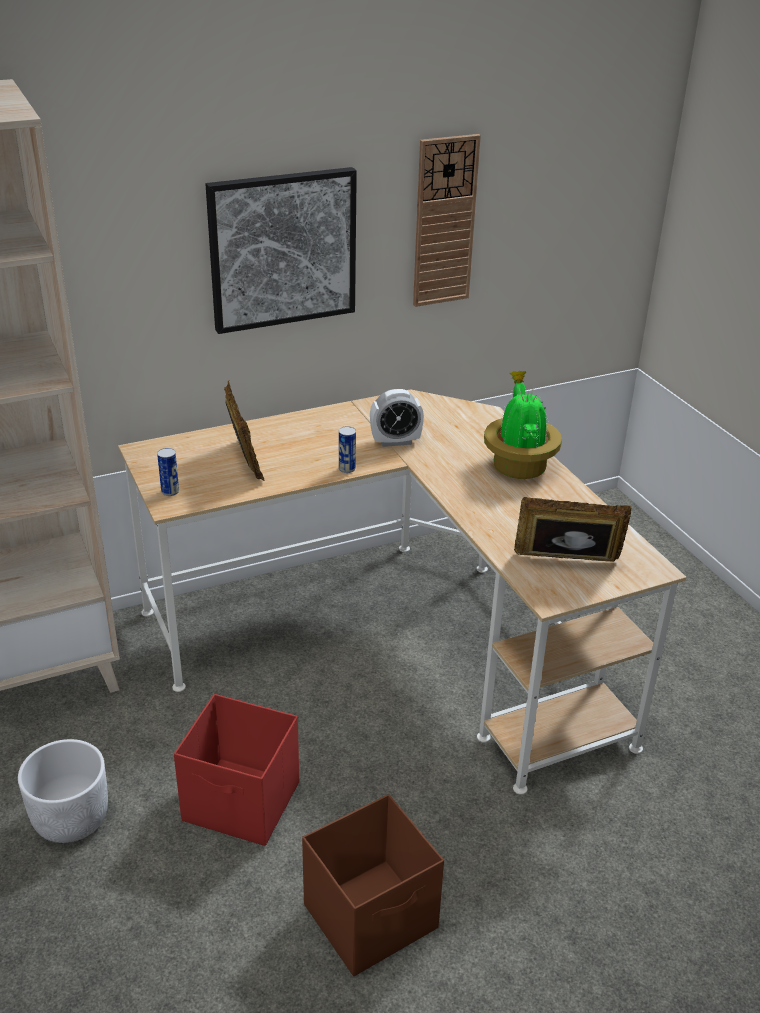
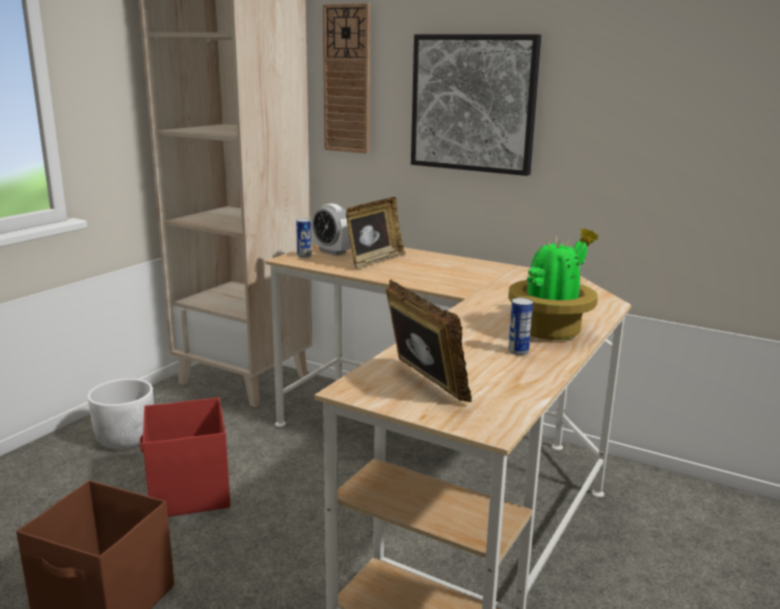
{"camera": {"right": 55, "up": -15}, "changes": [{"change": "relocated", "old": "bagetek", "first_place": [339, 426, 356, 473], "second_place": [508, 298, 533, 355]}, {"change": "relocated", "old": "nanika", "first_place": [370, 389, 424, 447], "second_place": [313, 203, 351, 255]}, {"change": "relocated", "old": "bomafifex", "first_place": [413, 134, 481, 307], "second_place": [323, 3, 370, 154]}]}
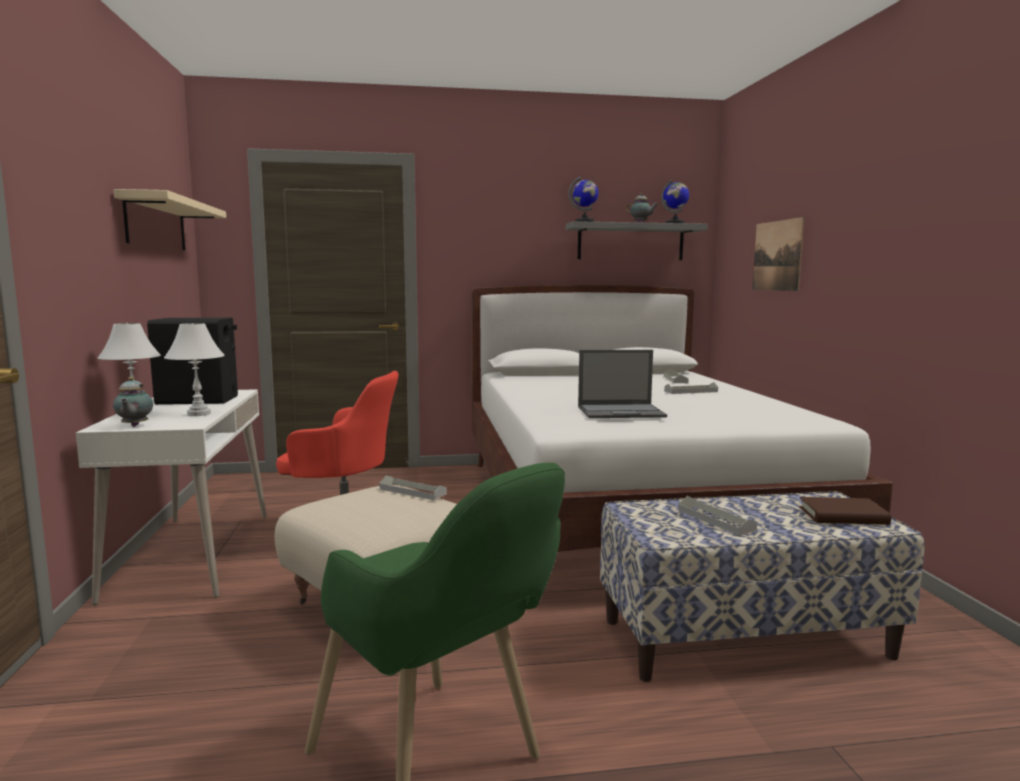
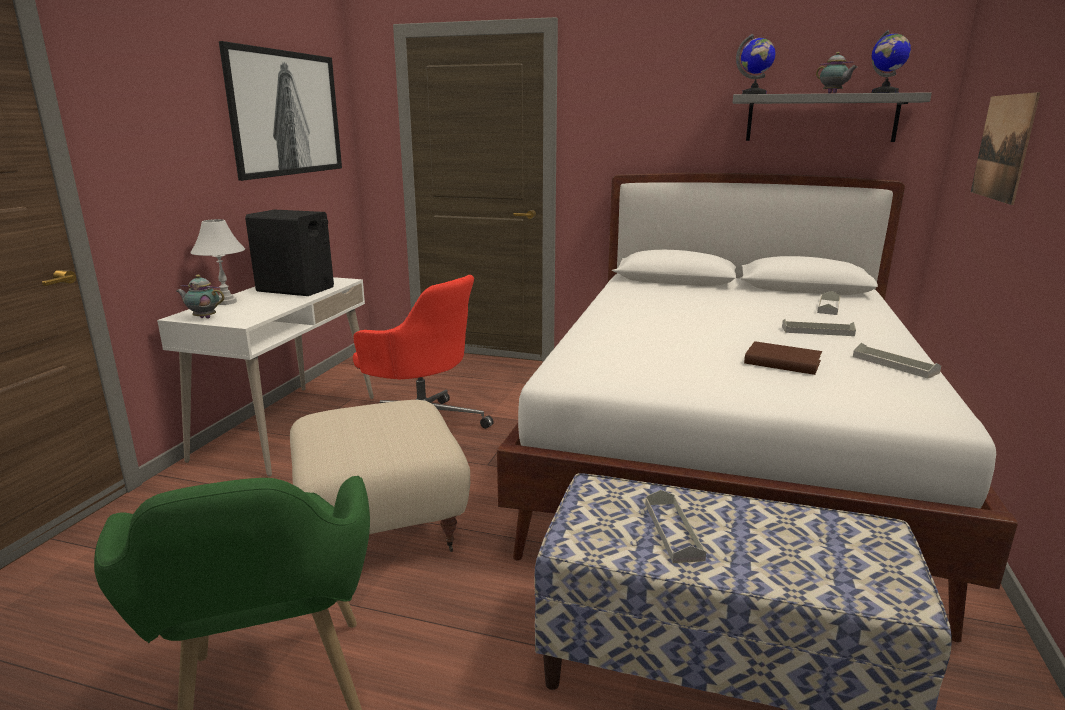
{"camera": {"right": 25, "up": 10}, "changes": [{"change": "missing", "old": "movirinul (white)", "first_place": [164, 323, 225, 416]}, {"change": "missing", "old": "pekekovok", "first_place": [578, 350, 667, 418]}, {"change": "relocated", "old": "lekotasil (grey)", "first_place": [380, 475, 447, 500], "second_place": [853, 343, 941, 379]}, {"change": "relocated", "old": "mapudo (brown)", "first_place": [799, 497, 891, 525], "second_place": [744, 341, 822, 375]}, {"change": "exchanged", "old": "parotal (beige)", "new": "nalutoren", "first_place": [114, 189, 226, 250], "second_place": [219, 41, 342, 181]}, {"change": "spun", "old": "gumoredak", "first_place": [113, 377, 153, 427], "second_place": [176, 275, 224, 319], "degrees": 90}]}
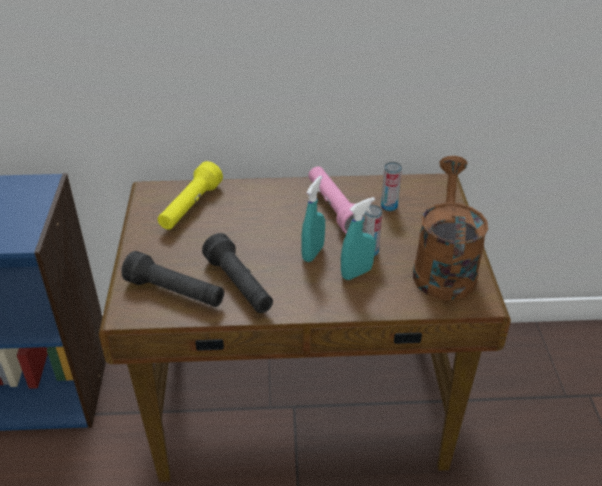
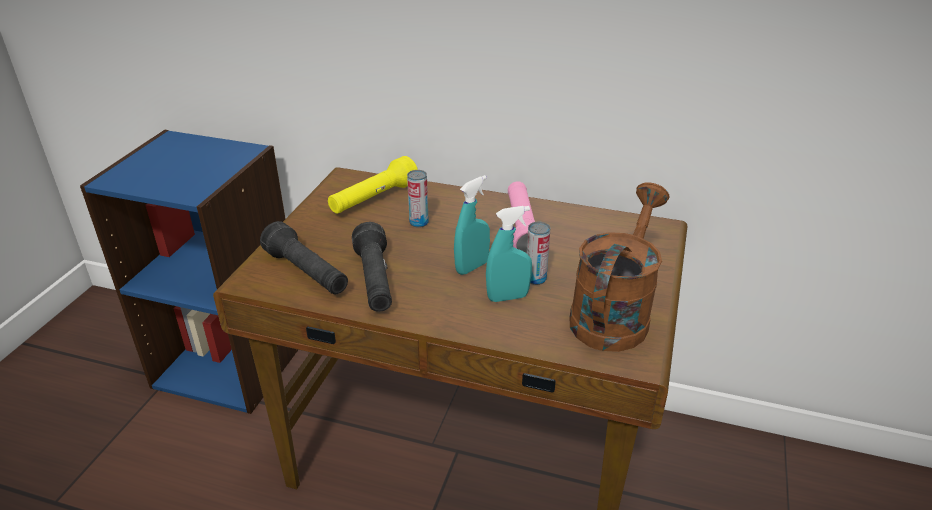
{"camera": {"right": 20, "up": -5}, "changes": [{"change": "relocated", "old": "bagetek", "first_place": [381, 162, 402, 211], "second_place": [407, 170, 429, 228]}]}
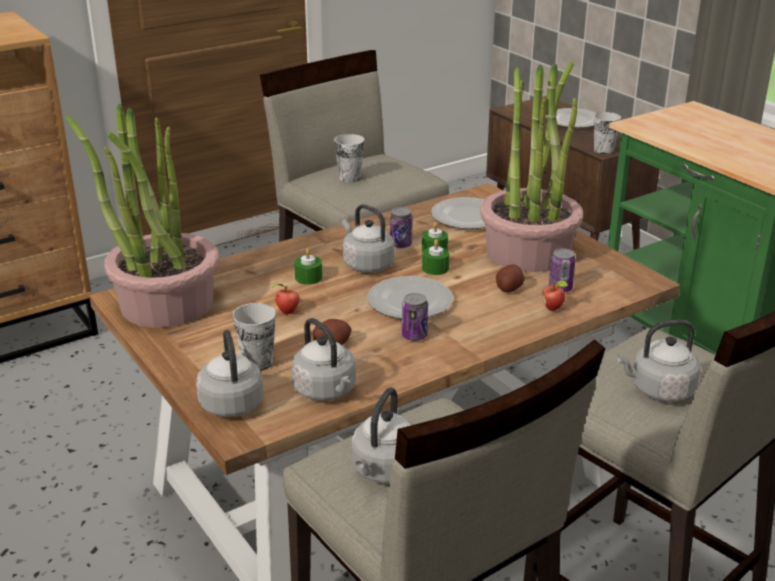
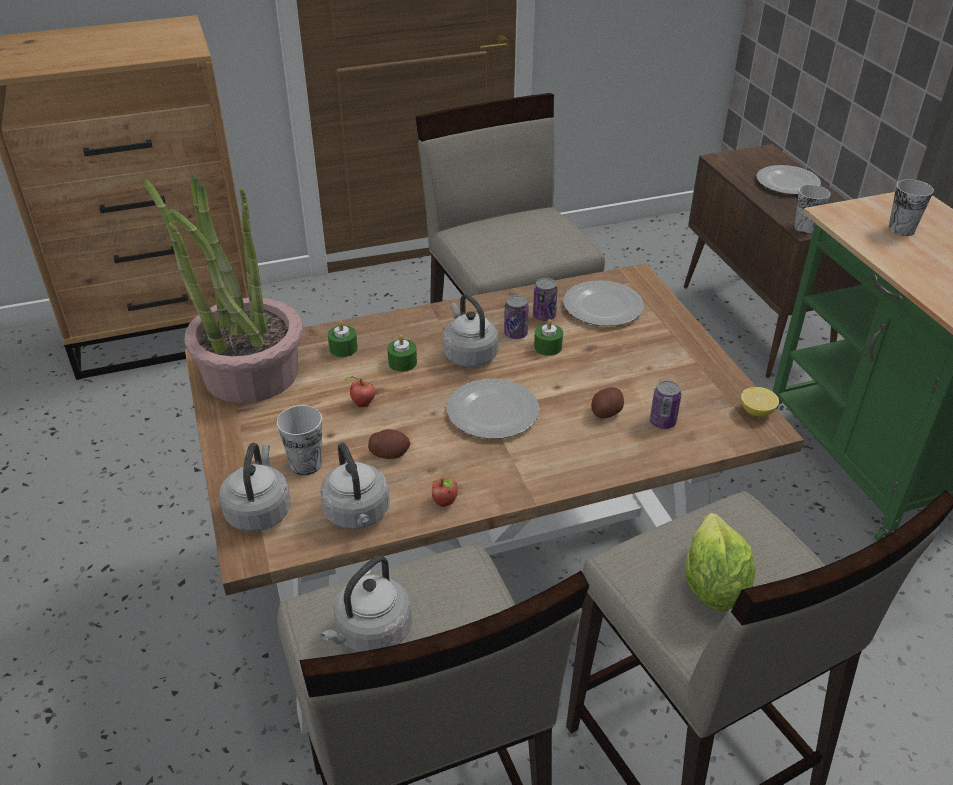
{"camera": {"right": 15, "up": 10}, "changes": [{"change": "missing", "old": "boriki", "first_place": [480, 62, 583, 272]}, {"change": "appeared", "new": "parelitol", "second_place": [741, 387, 779, 417]}, {"change": "relocated", "old": "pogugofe", "first_place": [334, 134, 365, 182], "second_place": [888, 179, 934, 236]}, {"change": "relocated", "old": "bagetek", "first_place": [402, 293, 428, 341], "second_place": [533, 278, 558, 321]}, {"change": "relocated", "old": "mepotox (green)", "first_place": [422, 240, 449, 275], "second_place": [328, 321, 358, 357]}, {"change": "relocated", "old": "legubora", "first_place": [542, 280, 568, 311], "second_place": [432, 477, 458, 507]}, {"change": "exchanged", "old": "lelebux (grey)", "new": "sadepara", "first_place": [617, 320, 700, 402], "second_place": [685, 513, 756, 611]}]}
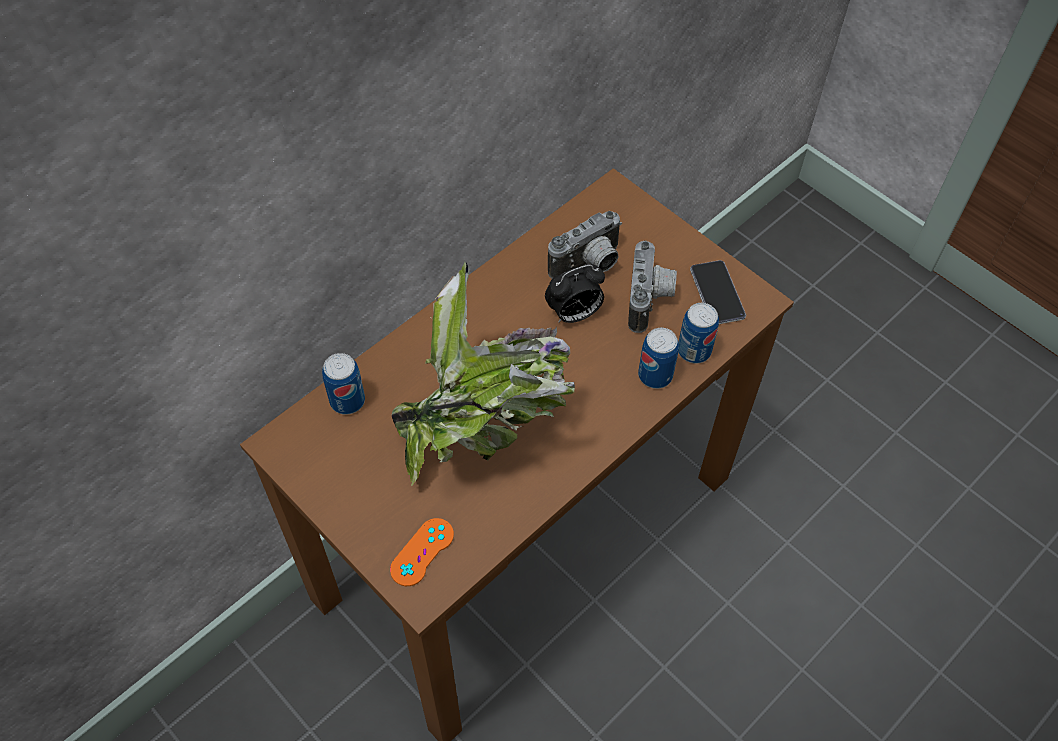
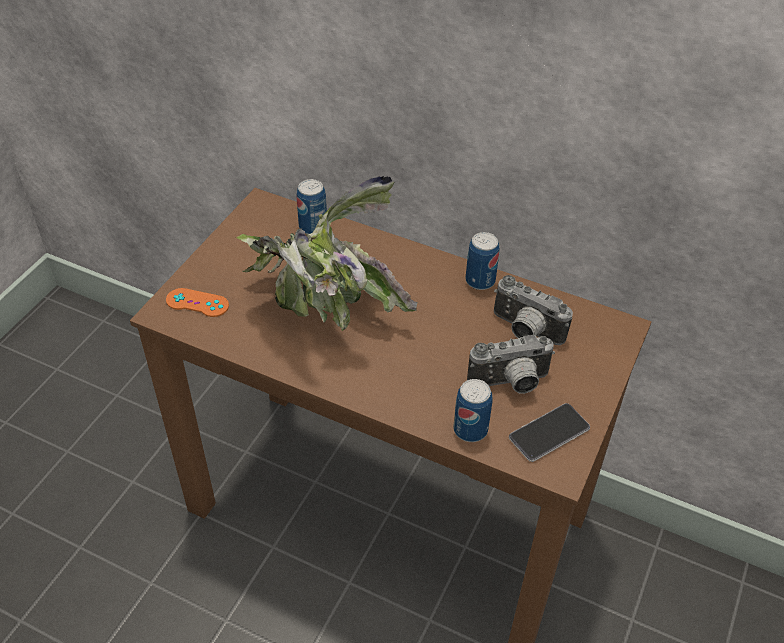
{"camera": {"right": 70, "up": -10}, "changes": [{"change": "missing", "old": "nanika", "first_place": [545, 264, 605, 323]}, {"change": "relocated", "old": "bagetek", "first_place": [638, 328, 679, 389], "second_place": [466, 232, 499, 290]}]}
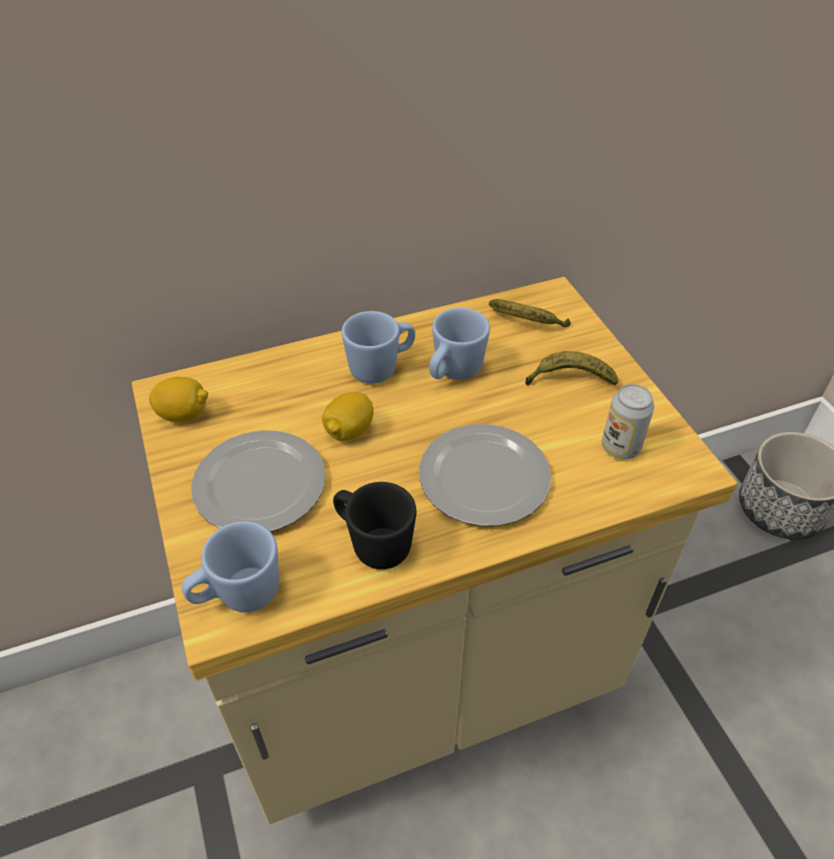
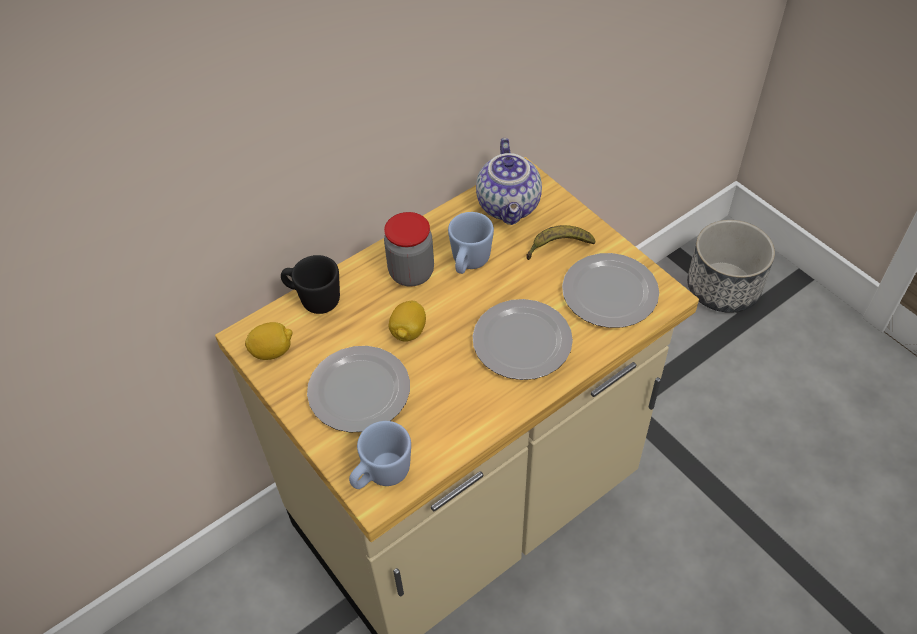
{"camera": {"right": -15, "up": 5}, "changes": [{"change": "relocated", "old": "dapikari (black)", "first_place": [333, 482, 416, 569], "second_place": [281, 255, 340, 314]}, {"change": "exchanged", "old": "dapikari (blue)", "new": "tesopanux", "first_place": [342, 311, 415, 384], "second_place": [384, 212, 434, 287]}, {"change": "exchanged", "old": "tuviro", "new": "gumoredak", "first_place": [489, 299, 571, 327], "second_place": [476, 138, 542, 225]}, {"change": "exchanged", "old": "bagetek", "new": "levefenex", "first_place": [602, 384, 654, 459], "second_place": [562, 253, 659, 328]}]}
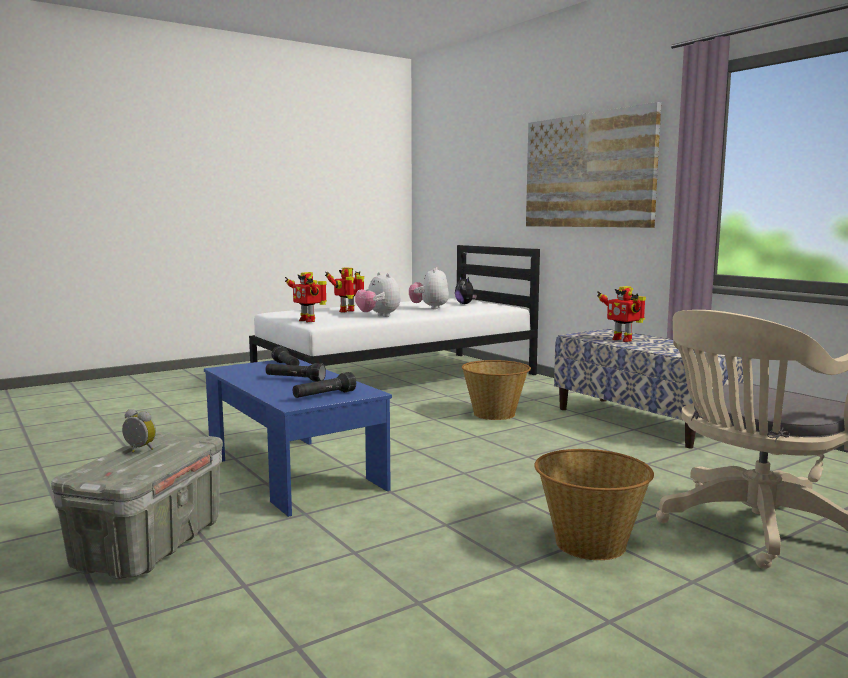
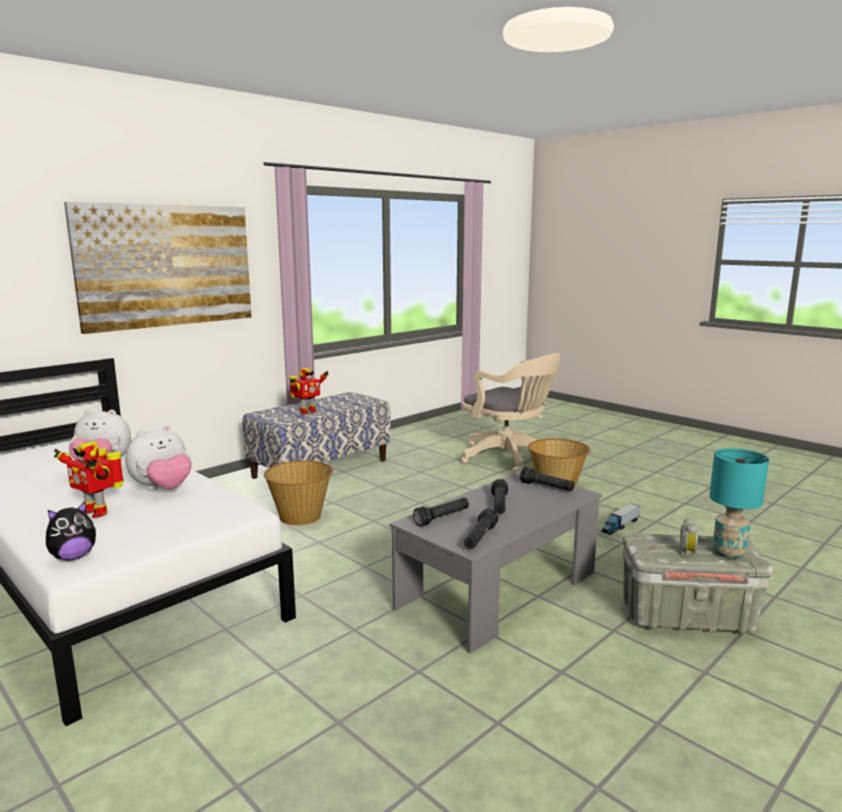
{"camera": {"right": -100, "up": 5}, "changes": [{"change": "missing", "old": "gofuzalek", "first_place": [285, 272, 327, 322]}, {"change": "appeared", "new": "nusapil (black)", "second_place": [464, 509, 498, 549]}, {"change": "appeared", "new": "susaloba", "second_place": [601, 503, 640, 535]}, {"change": "appeared", "new": "movirinul (turquoise)", "second_place": [709, 448, 769, 559]}, {"change": "relocated", "old": "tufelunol", "first_place": [455, 277, 477, 304], "second_place": [46, 502, 96, 561]}, {"change": "colour", "old": "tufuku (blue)", "new": "tufuku (grey)", "first_place": [204, 359, 392, 517], "second_place": [390, 471, 602, 653]}]}
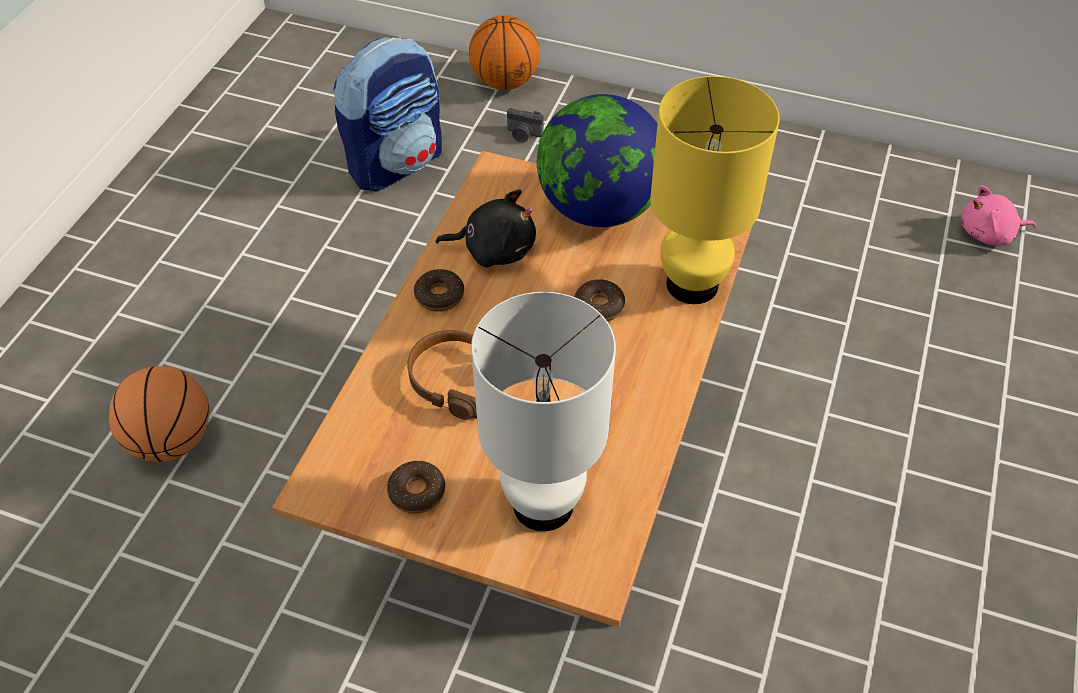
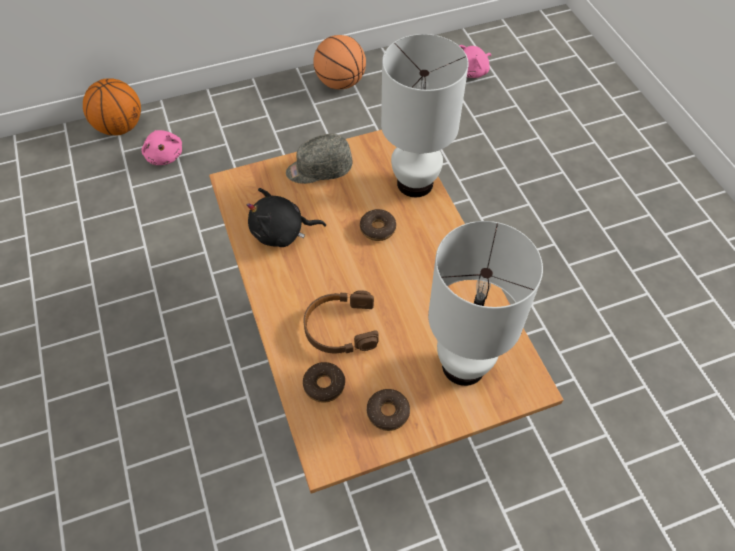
{"camera": {"right": -40, "up": 5}, "changes": [{"change": "missing", "old": "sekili", "first_place": [333, 37, 442, 191]}, {"change": "relocated", "old": "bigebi", "first_place": [109, 366, 209, 462], "second_place": [313, 35, 366, 89]}, {"change": "relocated", "old": "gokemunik", "first_place": [414, 269, 464, 312], "second_place": [303, 362, 345, 403]}, {"change": "exchanged", "old": "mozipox", "new": "tufelunol (pink)", "first_place": [507, 108, 544, 142], "second_place": [142, 130, 182, 165]}, {"change": "exchanged", "old": "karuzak", "new": "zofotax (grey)", "first_place": [537, 94, 657, 227], "second_place": [286, 134, 353, 184]}, {"change": "colour", "old": "movirinul (yellow)", "new": "movirinul (white)", "first_place": [650, 76, 780, 304], "second_place": [381, 34, 469, 197]}, {"change": "spun", "old": "tufelunol (black)", "first_place": [436, 190, 536, 267], "second_place": [247, 188, 326, 247], "degrees": -150}]}
